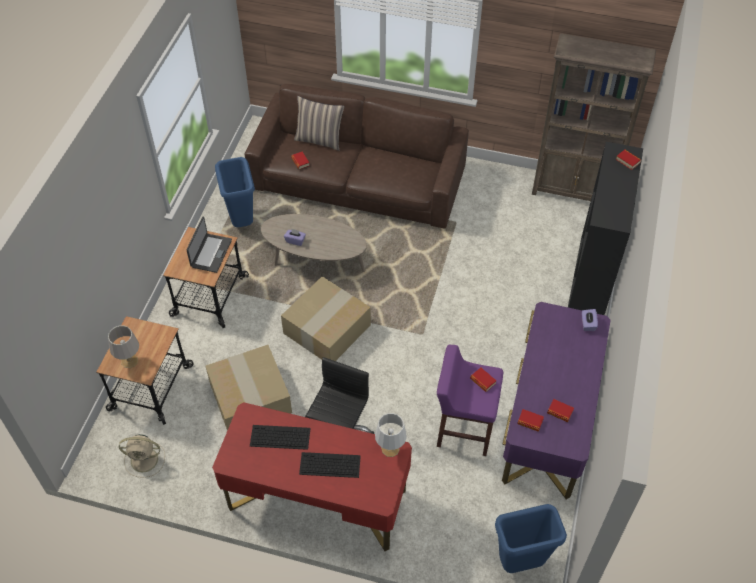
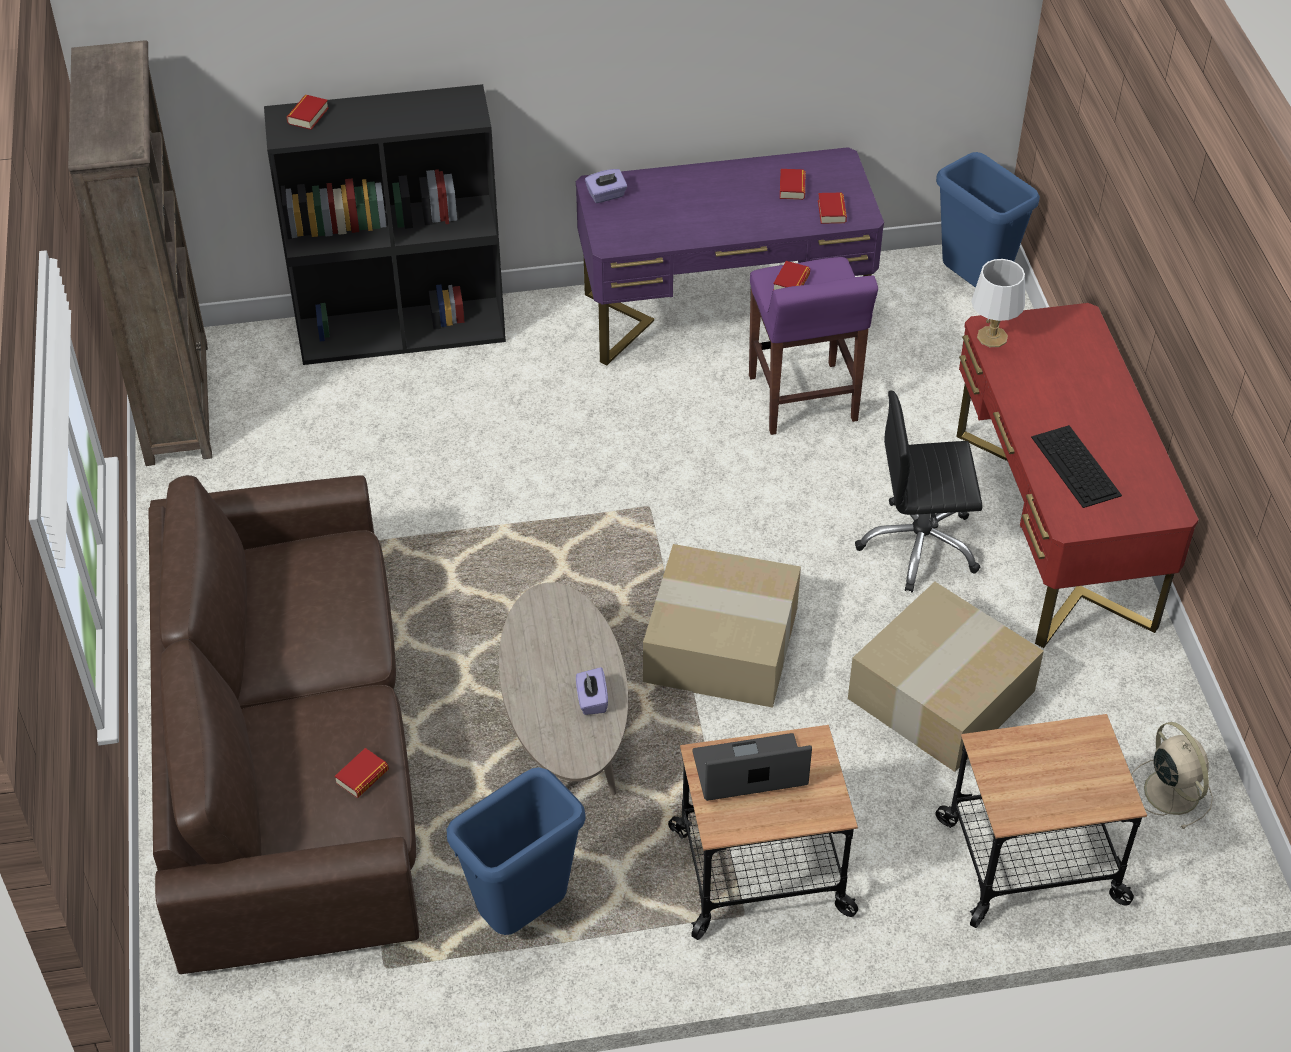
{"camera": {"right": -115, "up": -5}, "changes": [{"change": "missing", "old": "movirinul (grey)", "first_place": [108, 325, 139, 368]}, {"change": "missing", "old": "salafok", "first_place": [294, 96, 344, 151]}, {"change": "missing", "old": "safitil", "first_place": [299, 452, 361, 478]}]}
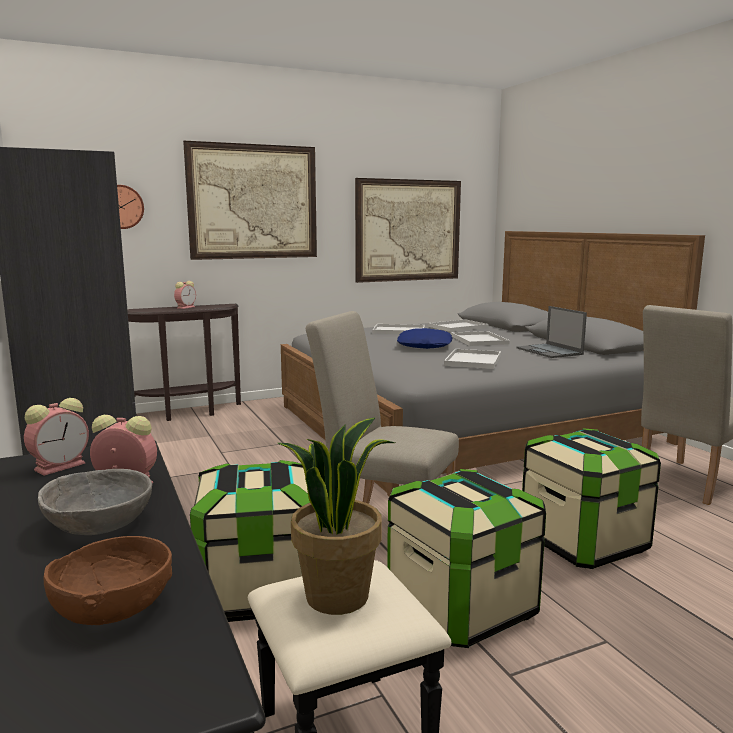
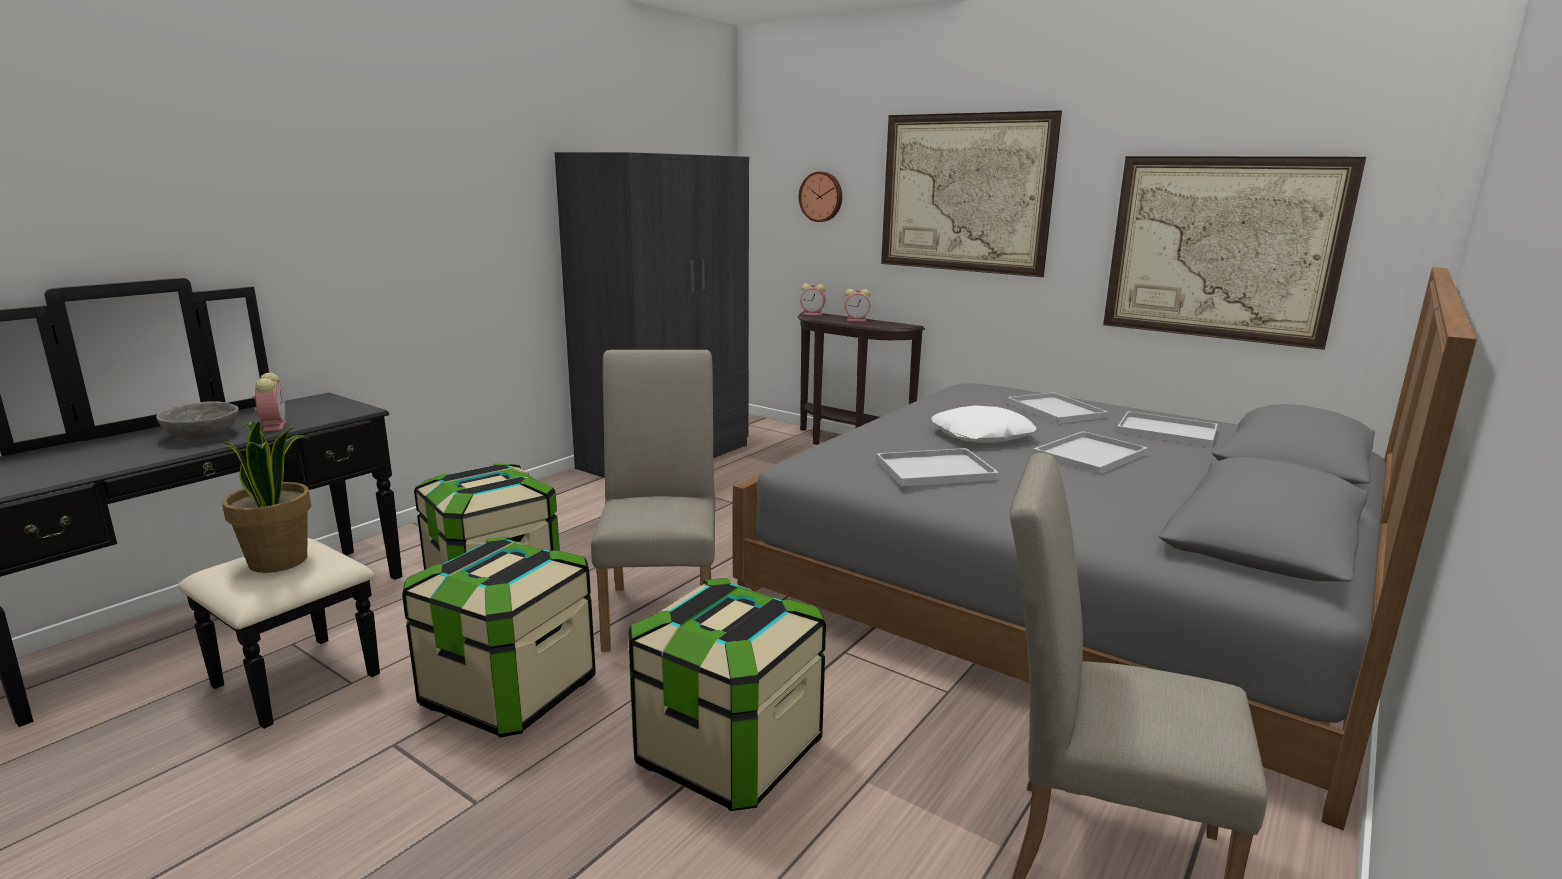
{"camera": {"right": 60, "up": 5}, "changes": [{"change": "missing", "old": "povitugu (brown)", "first_place": [44, 536, 172, 625]}, {"change": "missing", "old": "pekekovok", "first_place": [516, 306, 587, 358]}, {"change": "relocated", "old": "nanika", "first_place": [24, 398, 89, 476], "second_place": [800, 284, 826, 315]}, {"change": "colour", "old": "salafok (blue)", "new": "salafok (white)", "first_place": [397, 328, 452, 349], "second_place": [931, 406, 1037, 443]}]}
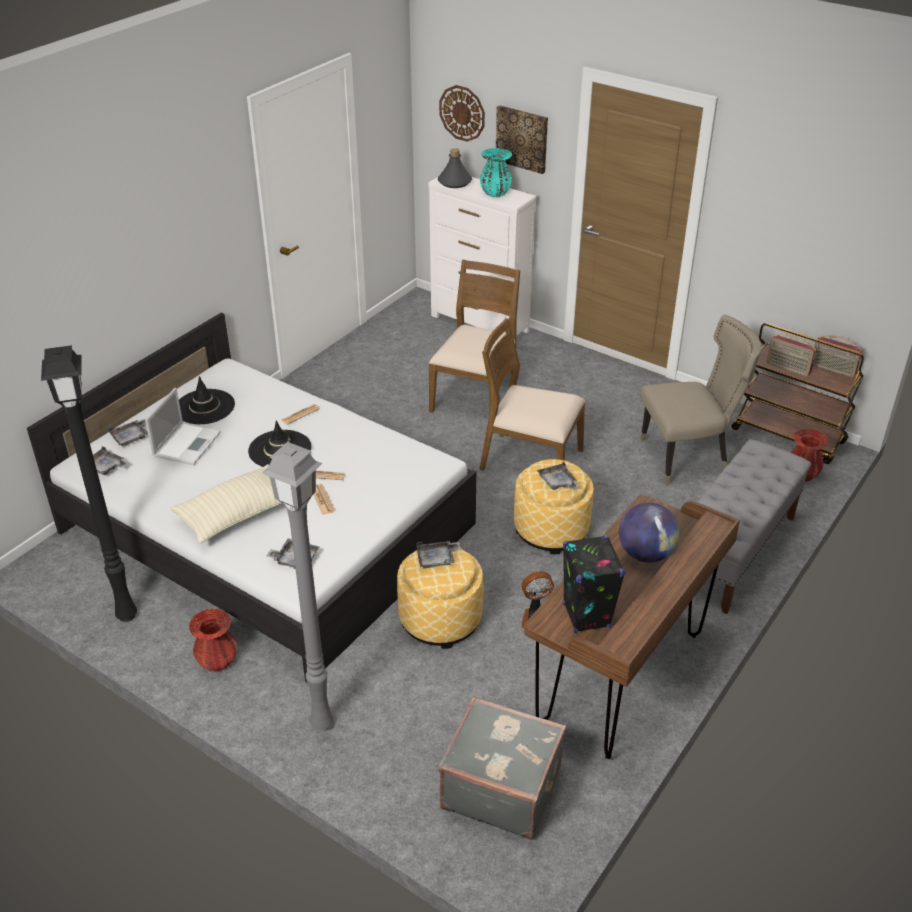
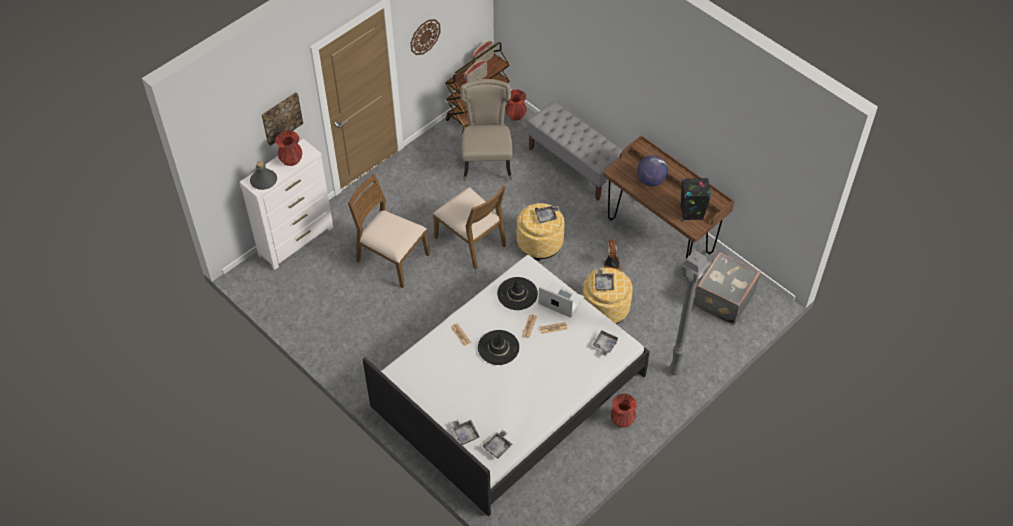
{"camera": {"right": -80, "up": 15}, "changes": [{"change": "missing", "old": "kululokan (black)", "first_place": [41, 345, 137, 622]}, {"change": "missing", "old": "salafok (beige)", "first_place": [171, 464, 282, 544]}, {"change": "relocated", "old": "pekekovok", "first_place": [145, 388, 221, 465], "second_place": [538, 283, 584, 318]}, {"change": "relocated", "old": "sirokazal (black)", "first_place": [179, 376, 235, 424], "second_place": [497, 277, 538, 310]}, {"change": "relocated", "old": "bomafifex", "first_place": [439, 85, 485, 142], "second_place": [411, 19, 441, 55]}, {"change": "colour", "old": "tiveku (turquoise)", "new": "tiveku (red)", "first_place": [480, 148, 512, 197], "second_place": [275, 131, 302, 166]}, {"change": "spun", "old": "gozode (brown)", "first_place": [479, 318, 585, 471], "second_place": [433, 185, 506, 269], "degrees": -75}]}
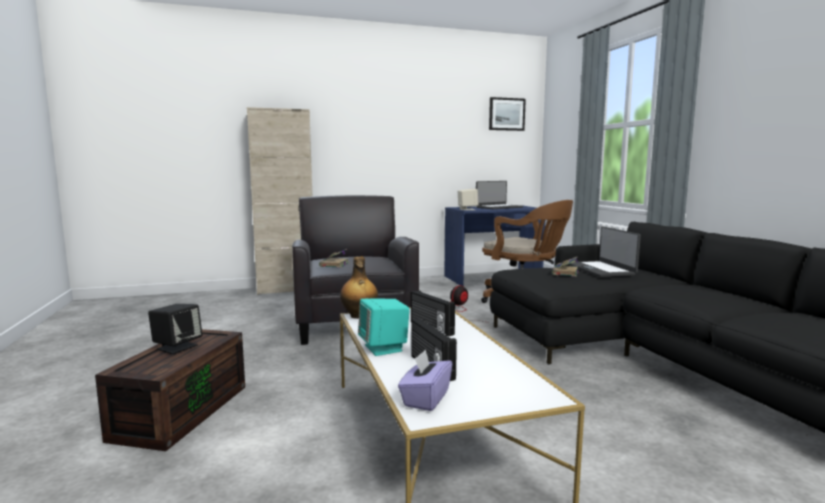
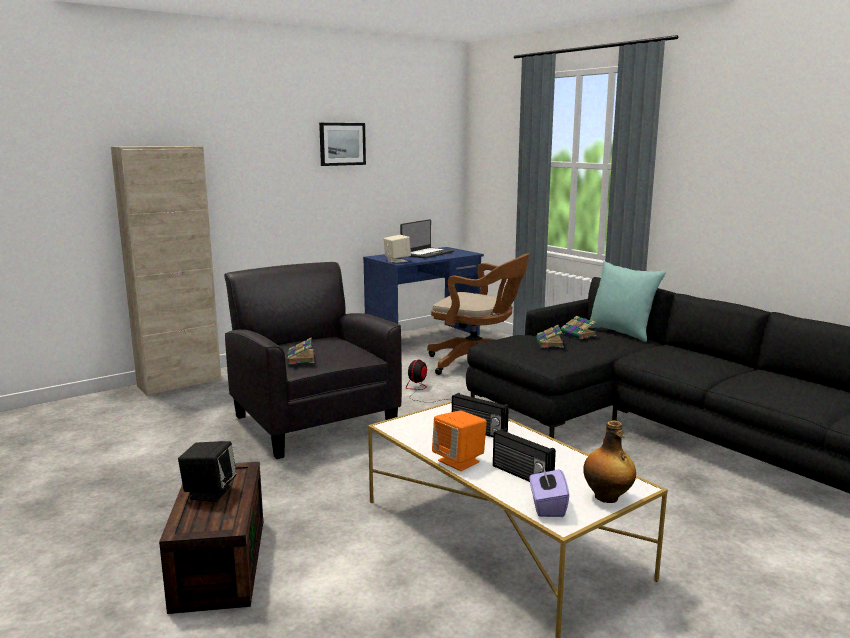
{"camera": {"right": -20, "up": 5}, "changes": [{"change": "appeared", "new": "salafok (turquoise)", "second_place": [590, 261, 666, 342]}, {"change": "relocated", "old": "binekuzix", "first_place": [340, 256, 378, 319], "second_place": [583, 420, 636, 503]}, {"change": "relocated", "old": "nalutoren", "first_place": [489, 97, 526, 131], "second_place": [319, 123, 366, 166]}, {"change": "exchanged", "old": "pekekovok", "new": "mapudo", "first_place": [568, 226, 641, 277], "second_place": [561, 316, 597, 339]}, {"change": "colour", "old": "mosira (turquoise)", "new": "mosira (orange)", "first_place": [358, 298, 410, 356], "second_place": [432, 410, 487, 471]}]}
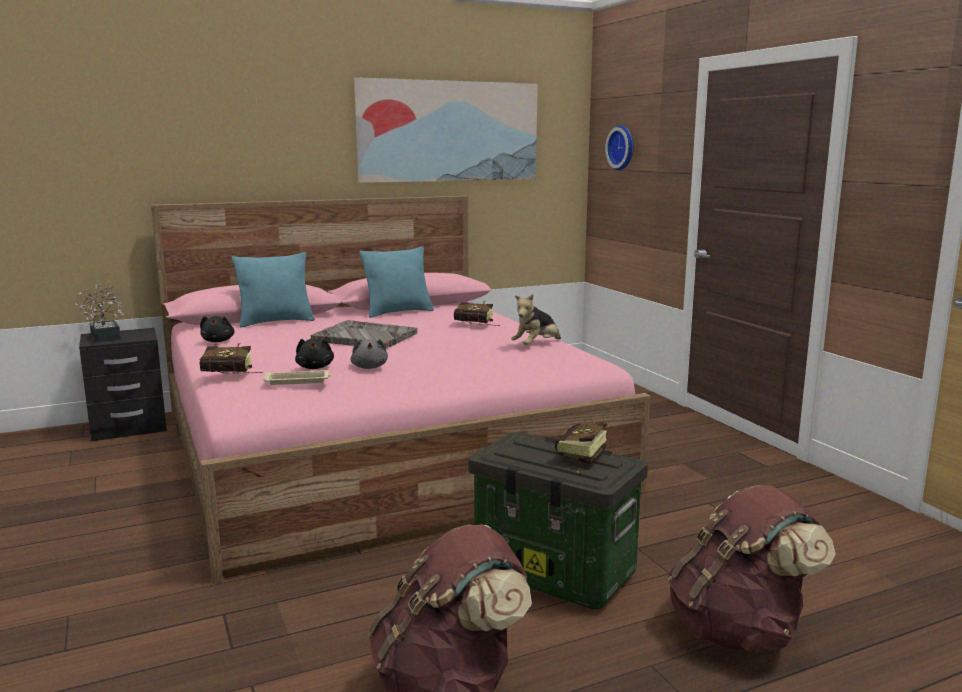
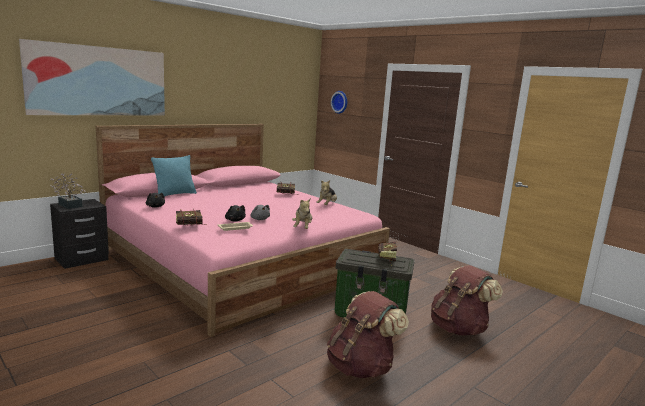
{"camera": {"right": -20, "up": 0}, "changes": [{"change": "missing", "old": "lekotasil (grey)", "first_place": [310, 320, 418, 348]}, {"change": "missing", "old": "salafok (turquoise)", "first_place": [359, 246, 434, 318]}, {"change": "appeared", "new": "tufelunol", "second_place": [292, 198, 312, 229]}, {"change": "relocated", "old": "nalutoren", "first_place": [354, 77, 538, 183], "second_place": [19, 39, 165, 115]}]}
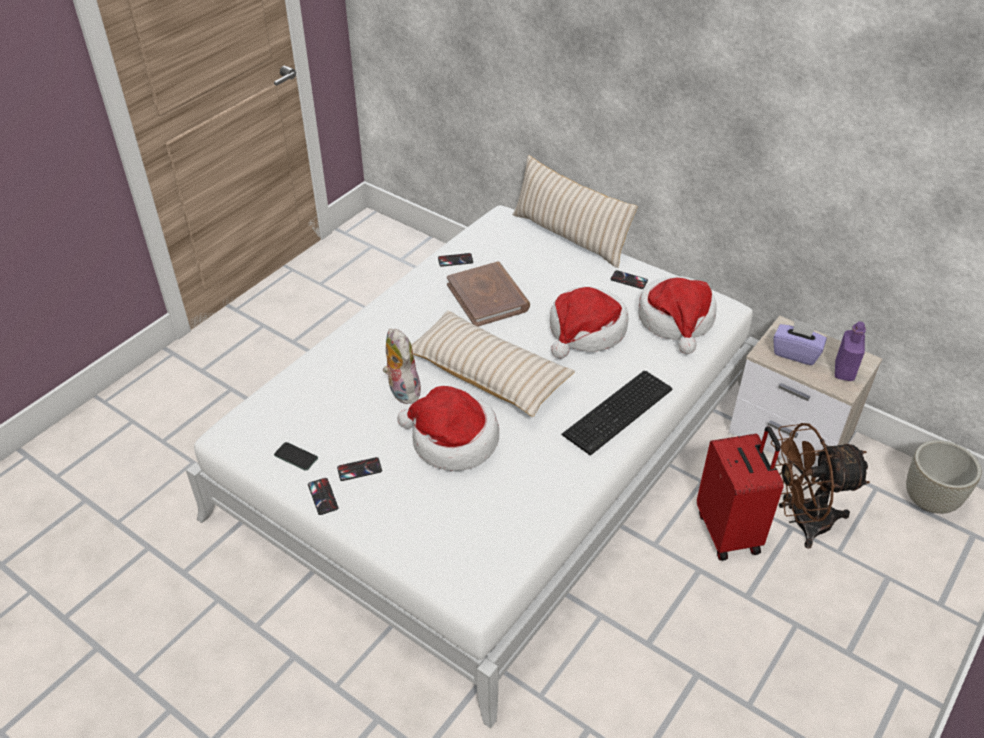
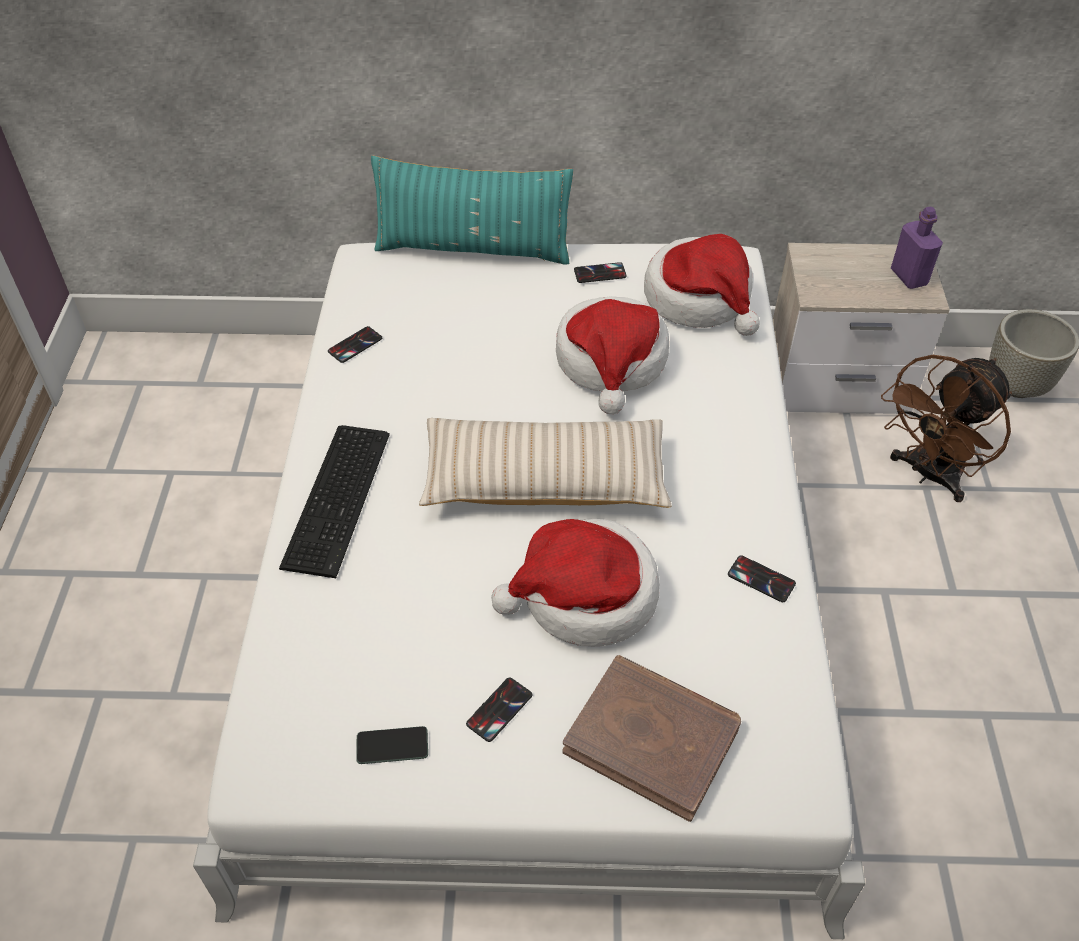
{"camera": {"right": -35, "up": 5}, "changes": [{"change": "missing", "old": "tufelunol", "first_place": [383, 329, 421, 404]}, {"change": "missing", "old": "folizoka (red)", "first_place": [697, 426, 784, 561]}, {"change": "missing", "old": "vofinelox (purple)", "first_place": [773, 319, 827, 365]}, {"change": "relocated", "old": "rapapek", "first_place": [308, 478, 338, 515], "second_place": [728, 555, 796, 602]}, {"change": "relocated", "old": "mapudo (brown)", "first_place": [447, 262, 530, 327], "second_place": [562, 655, 741, 822]}, {"change": "relocated", "old": "safitil", "first_place": [562, 371, 673, 456], "second_place": [279, 425, 390, 578]}, {"change": "colour", "old": "salafok (beige)", "new": "salafok (turquoise)", "first_place": [513, 155, 638, 268], "second_place": [371, 156, 573, 265]}]}
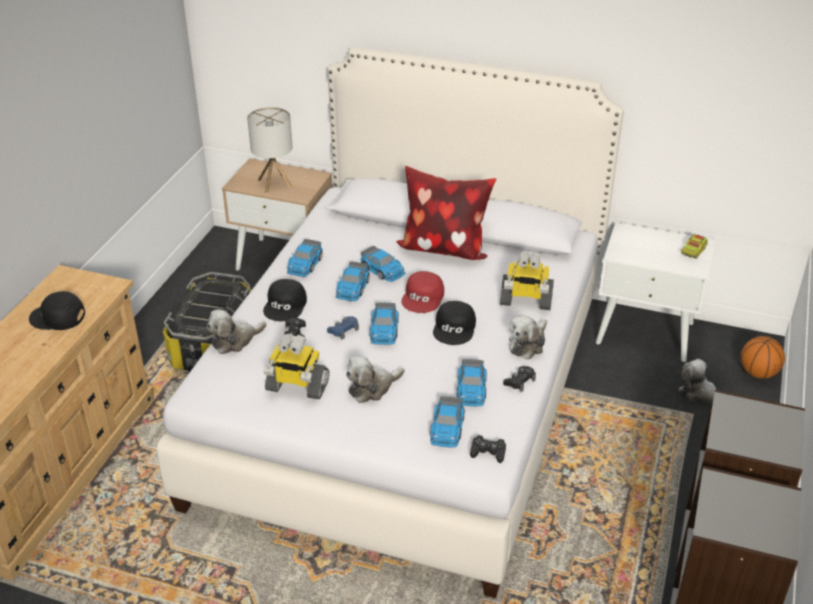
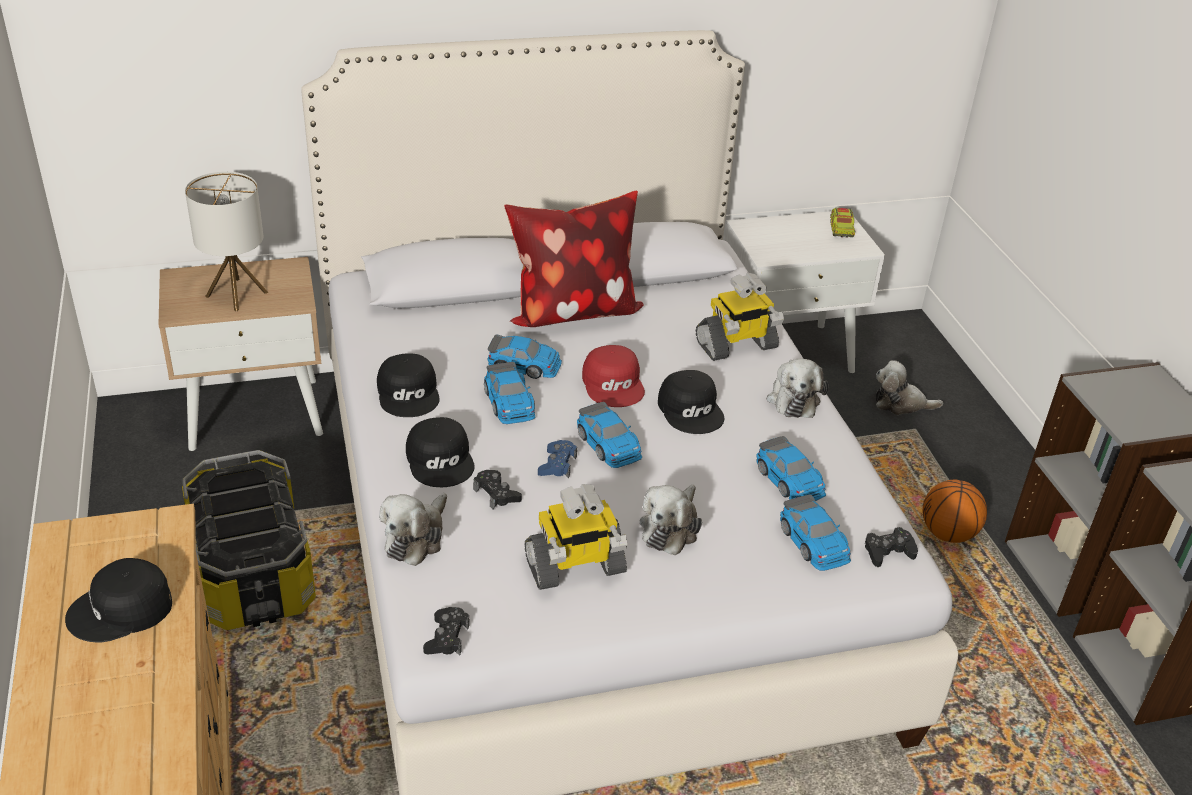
{"camera": {"right": -35, "up": 0}, "changes": [{"change": "relocated", "old": "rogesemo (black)", "first_place": [503, 366, 536, 392], "second_place": [423, 607, 470, 655]}, {"change": "relocated", "old": "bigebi", "first_place": [741, 336, 785, 379], "second_place": [923, 480, 987, 543]}, {"change": "exchanged", "old": "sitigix", "new": "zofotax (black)", "first_place": [287, 239, 323, 277], "second_place": [377, 353, 440, 417]}]}
